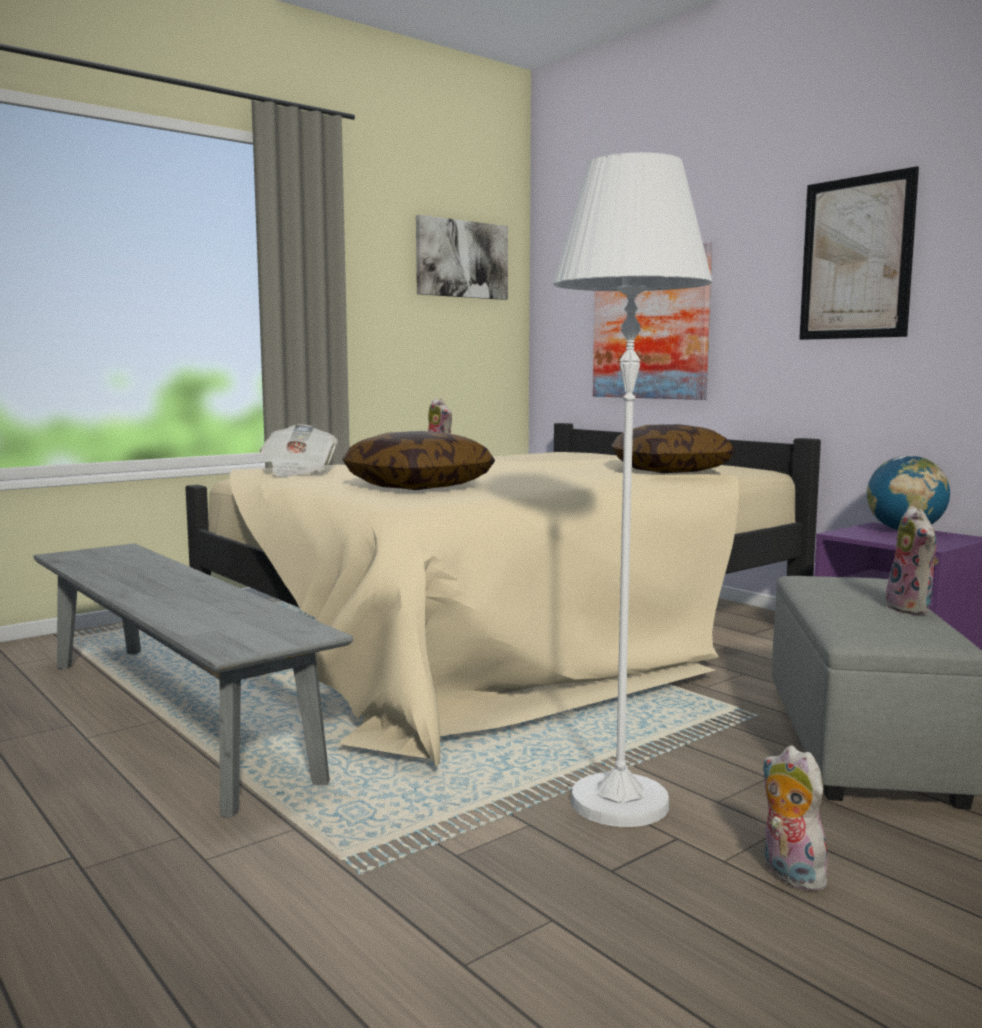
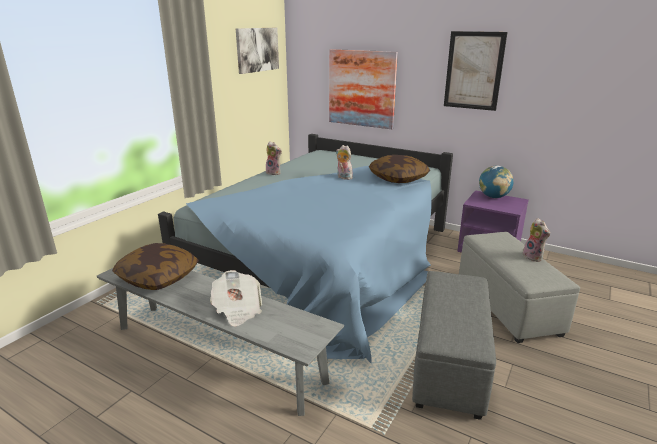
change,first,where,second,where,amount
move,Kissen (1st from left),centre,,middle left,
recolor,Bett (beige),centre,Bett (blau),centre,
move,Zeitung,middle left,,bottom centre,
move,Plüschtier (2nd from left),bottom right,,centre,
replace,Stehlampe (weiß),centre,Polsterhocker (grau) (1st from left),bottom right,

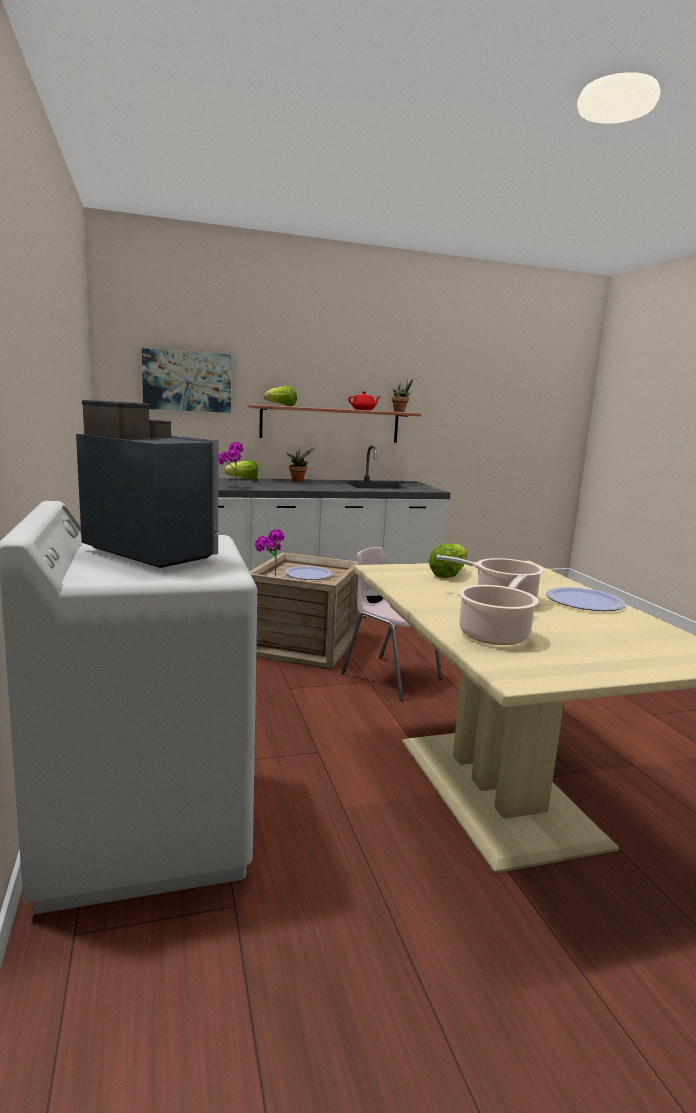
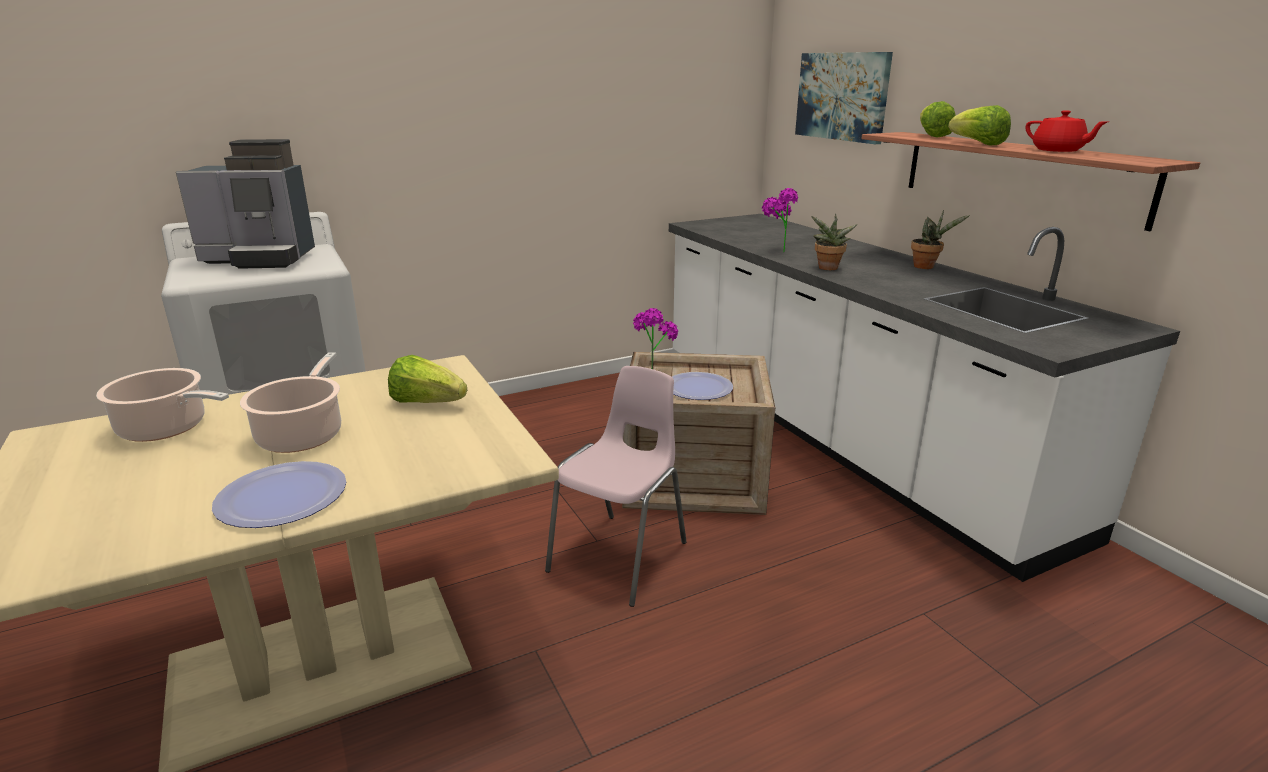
change,first,where,second,where,amount
rotate,Kaffeemaschine,middle left,,top left,60 degrees clockwise
move,Topfpflanze (4th from left in the first image),centre,Topfpflanze (3rd from left),top centre,
move,Salatkopf (1st from left in the first image),centre,Salatkopf (3rd from left),top right,

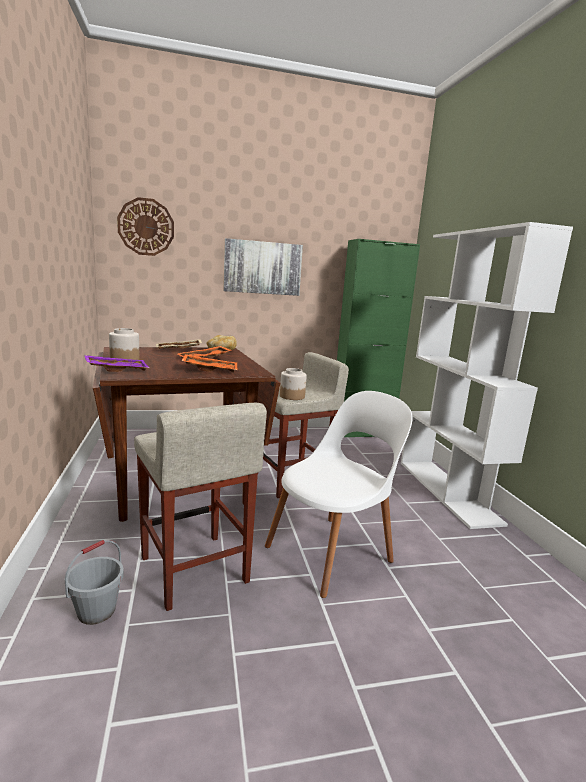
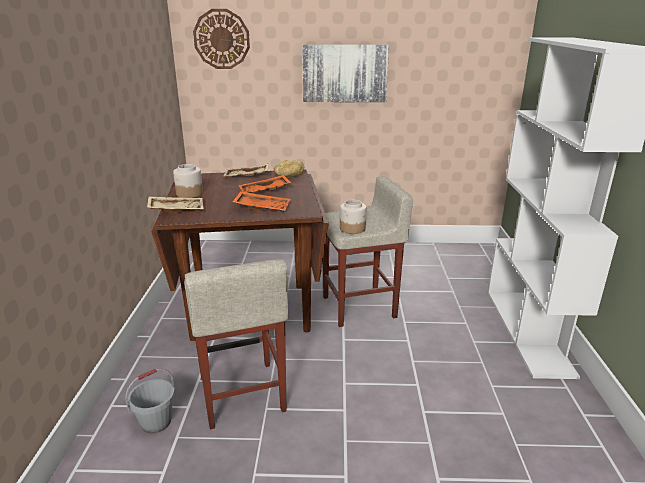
change,first,where,second,where,amount
recolor,Tablett (lila),middle left,Tablett (beige) (1st from left),middle left,
delete,Stuhl (weiß),centre,,,
delete,Schrank (grün),centre,,,

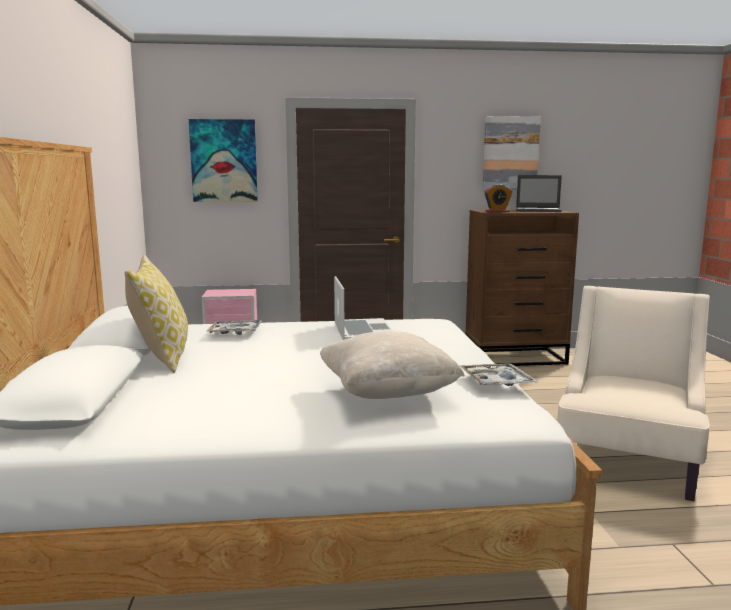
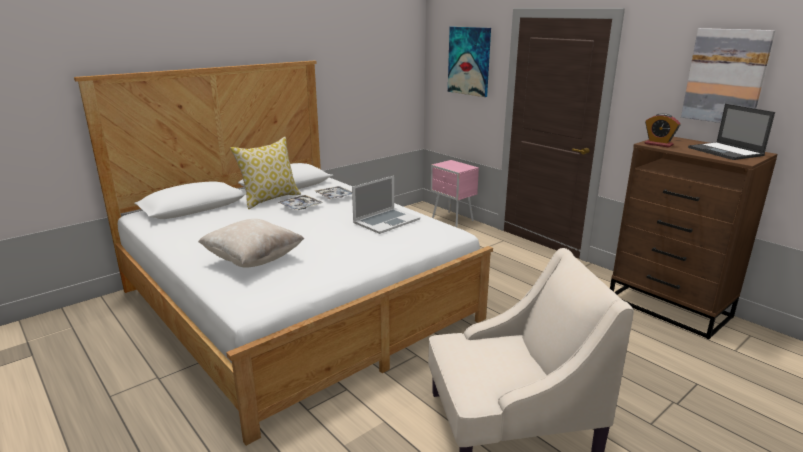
change,first,where,second,where,amount
move,Tablett (2nd from left in the first image),middle right,Tablett (1st from left),centre,

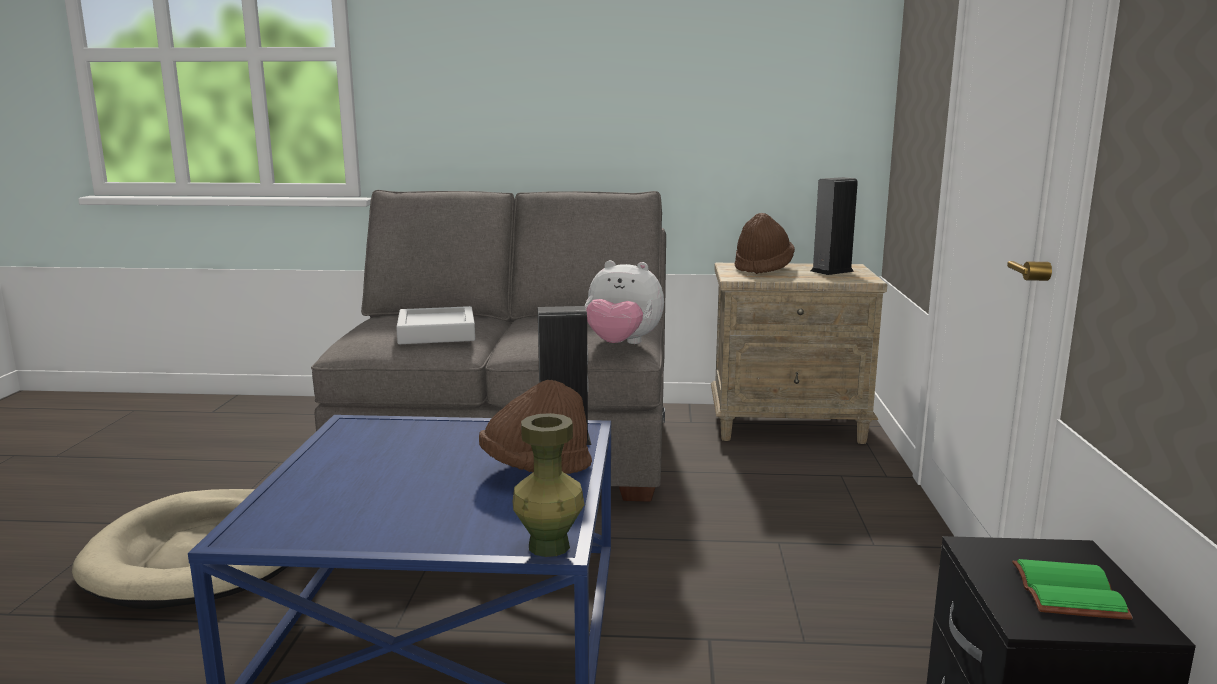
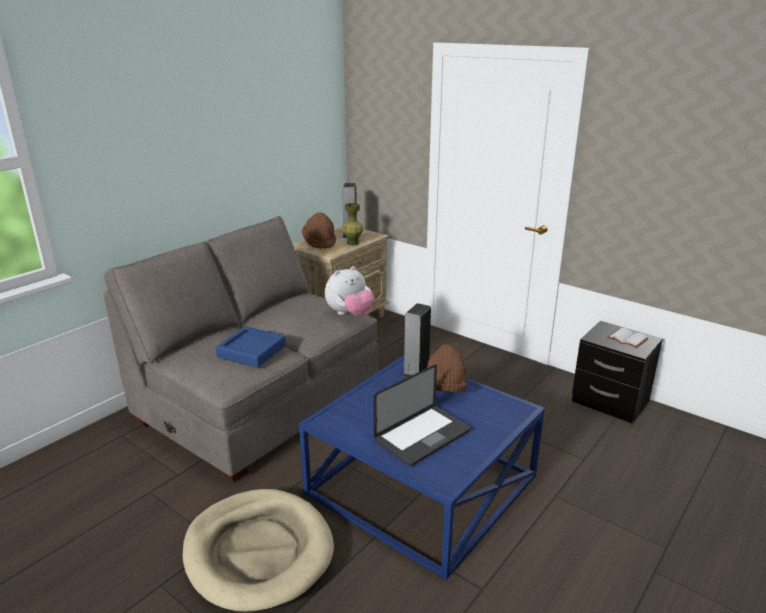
change,first,where,second,where,amount
recolor,Tablett (grau),centre,Tablett (blau),middle left,
move,Vase (grün),bottom centre,,centre,
insert,,,Laptop,bottom centre,
recolor,Buch (grün),bottom right,Buch (weiß),middle right,

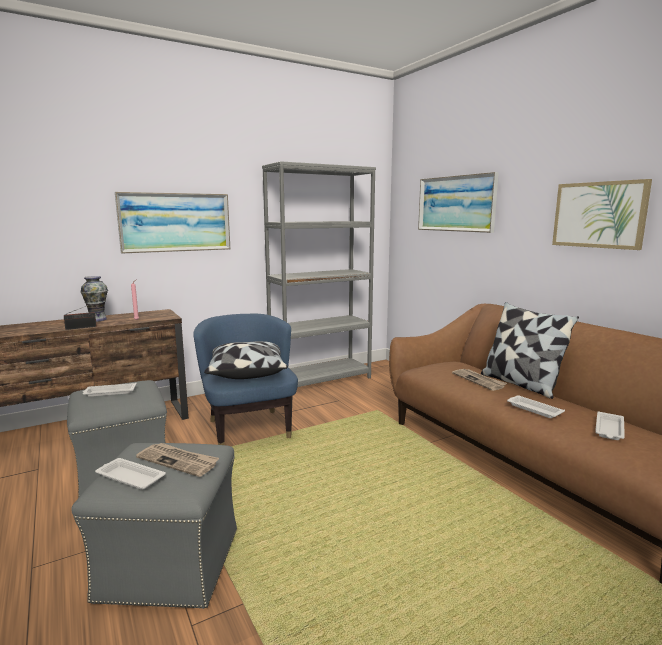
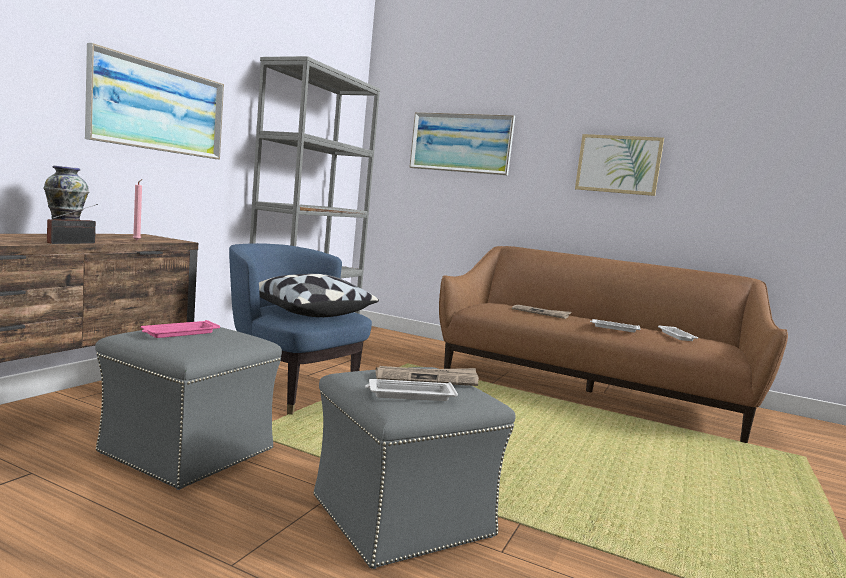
change,first,where,second,where,amount
recolor,Tablett (weiß) (1st from left),middle left,Tablett (rosa),middle left,
delete,Kissen (2nd from left),middle right,,,

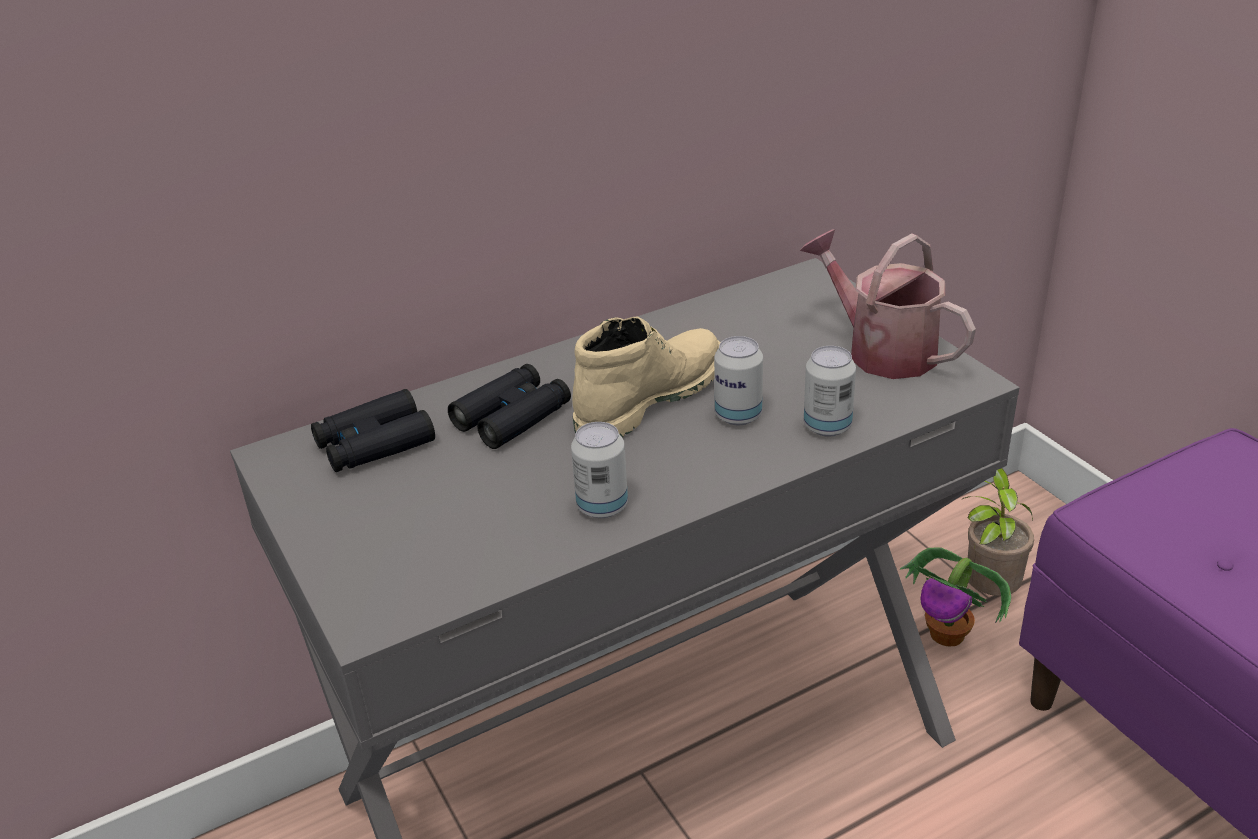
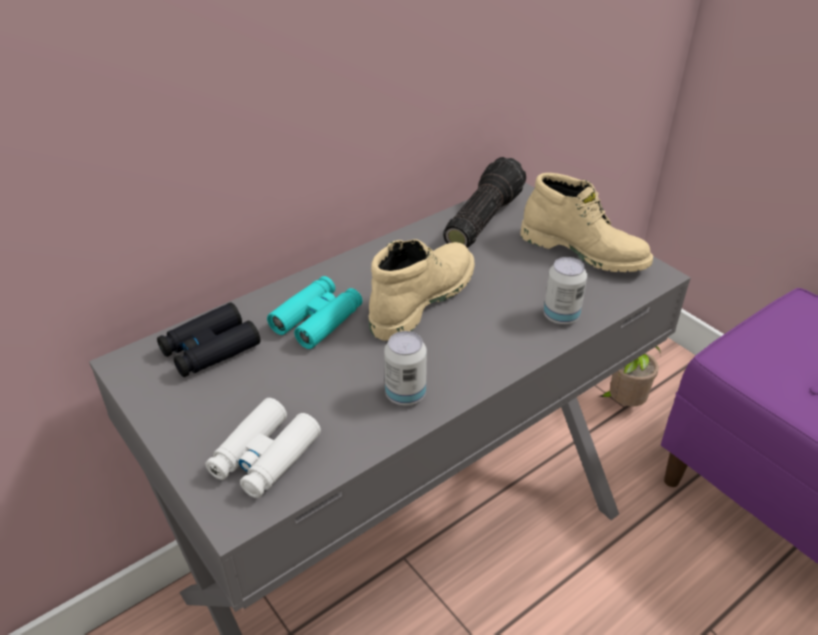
change,first,where,second,where,amount
insert,,,Fernglas (weiß),bottom left,
recolor,Fernglas (schwarz) (2nd from left),centre,Fernglas (türkis),centre,
insert,,,Taschenlampe,top centre,
replace,Gießkanne,middle right,Stiefel (beige) (2nd from left),middle right,
delete,Dose (2nd from left),centre,,,
delete,Topfpflanze (1st from left),bottom right,,,

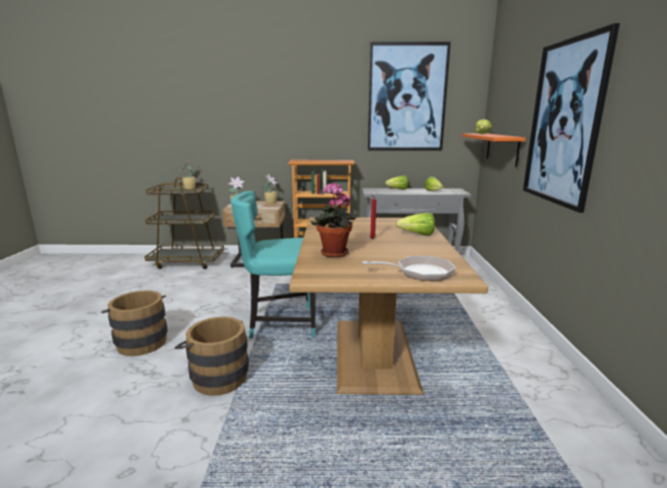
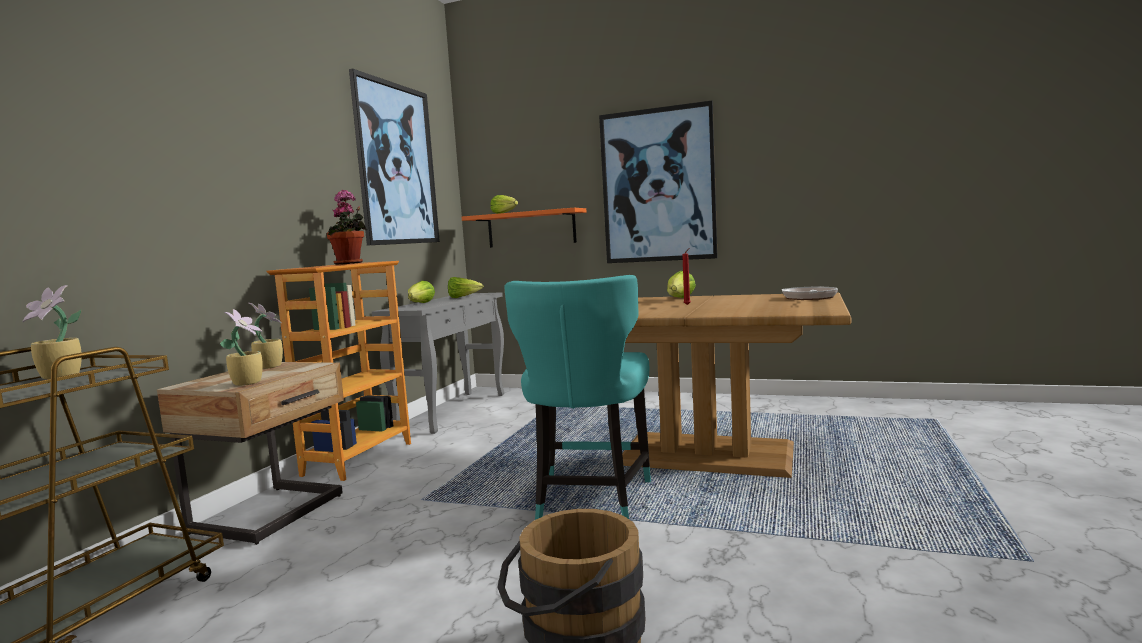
change,first,where,second,where,amount
move,Topfpflanze (4th from left),centre,,middle left,
delete,Eimer (braun) (2nd from left),bottom left,,,

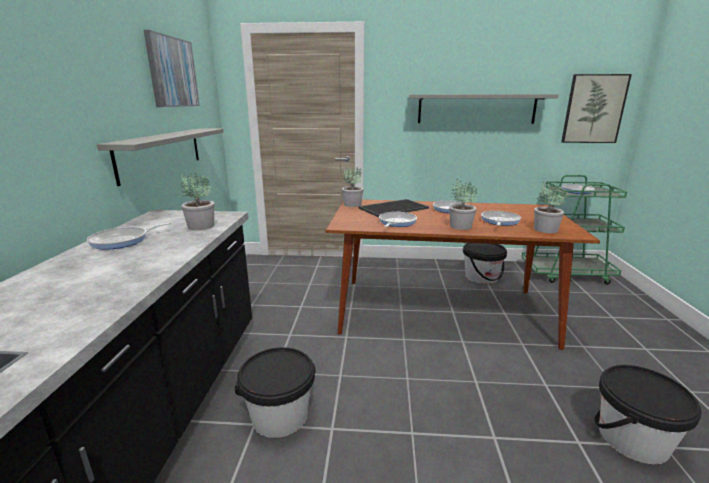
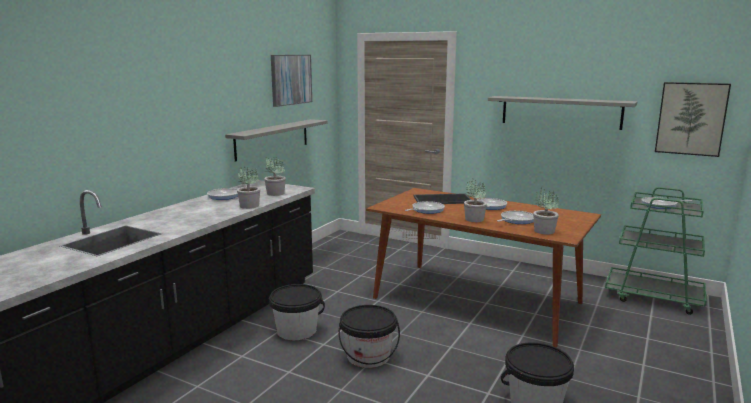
change,first,where,second,where,amount
move,Topfpflanze (2nd from left in the first image),centre,Topfpflanze (1st from left),middle left,
move,Eimer (schwarz) (2nd from left),middle right,,bottom centre,

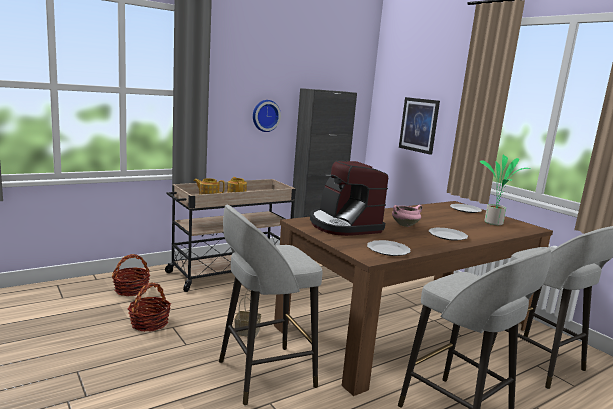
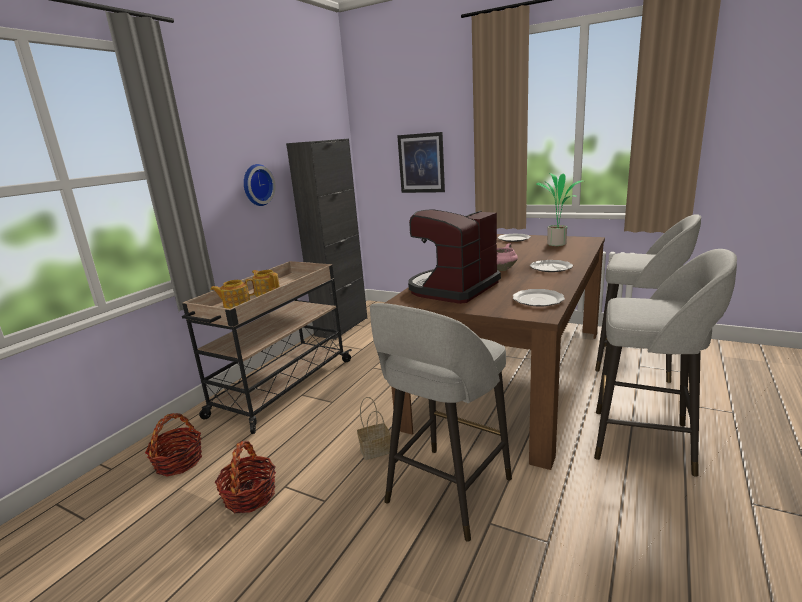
change,first,where,second,where,amount
rotate,Kaffeemaschine,centre,,centre,90 degrees clockwise

